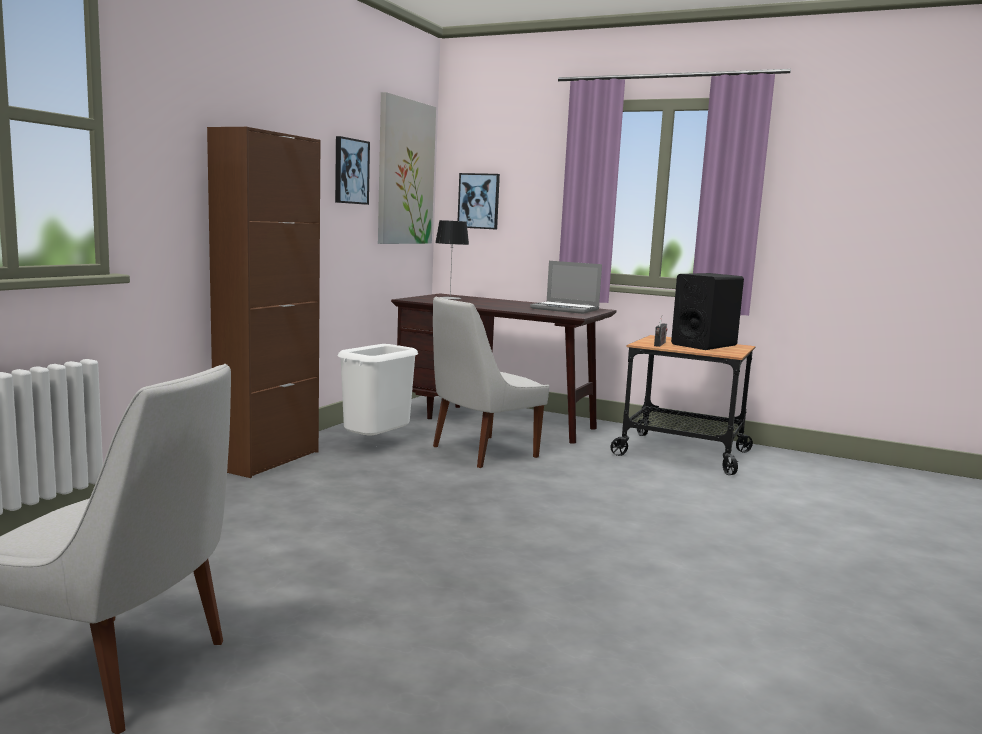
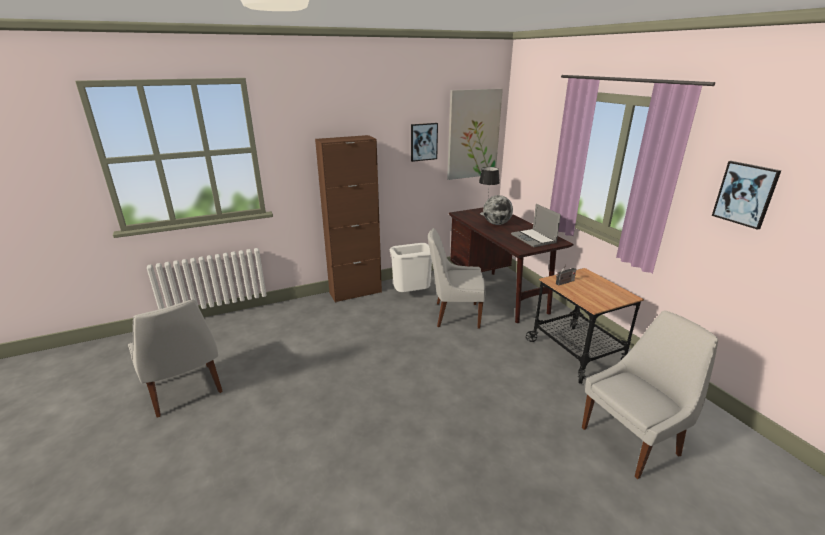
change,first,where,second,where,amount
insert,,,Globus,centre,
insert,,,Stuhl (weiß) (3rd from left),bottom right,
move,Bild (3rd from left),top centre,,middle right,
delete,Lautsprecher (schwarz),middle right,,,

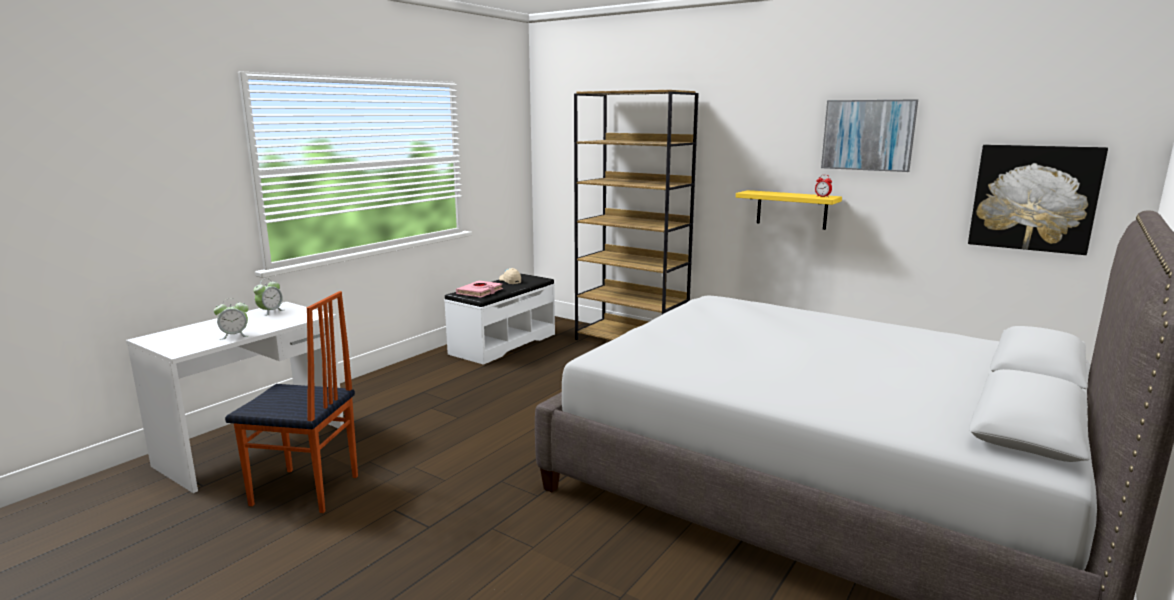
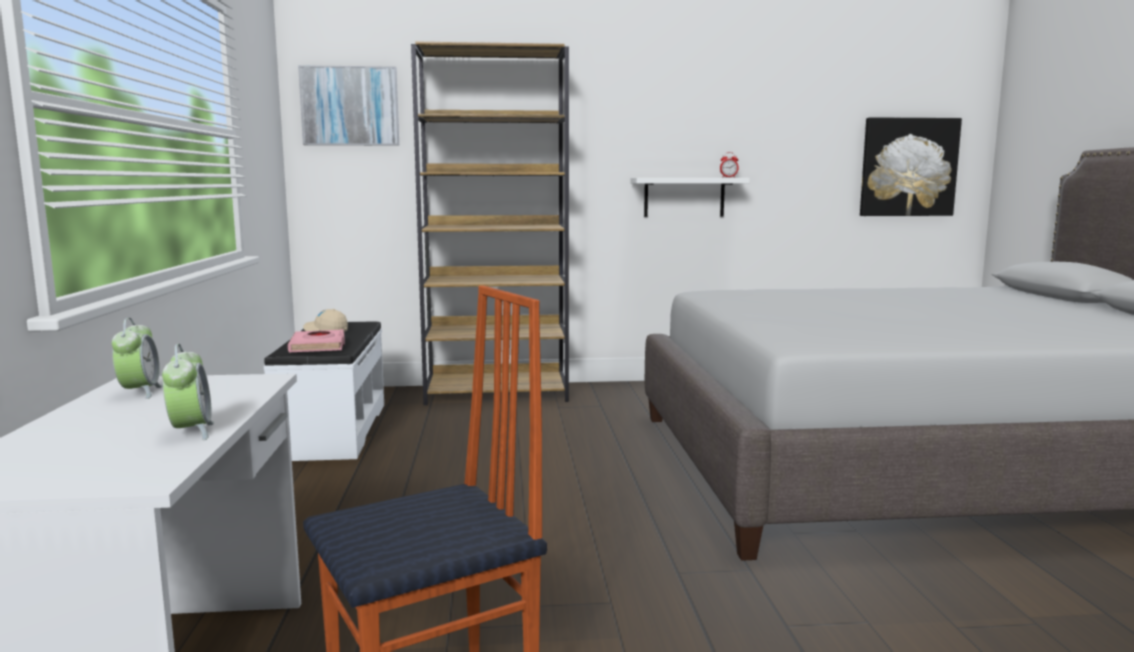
change,first,where,second,where,amount
rotate,Wecker (1st from left in the first image),middle left,Wecker (2nd from left),middle left,45 degrees counterclockwise
move,Bild (1st from left),top right,,top left,
recolor,Wandregal (gelb),middle right,Wandregal (weiß),top centre,

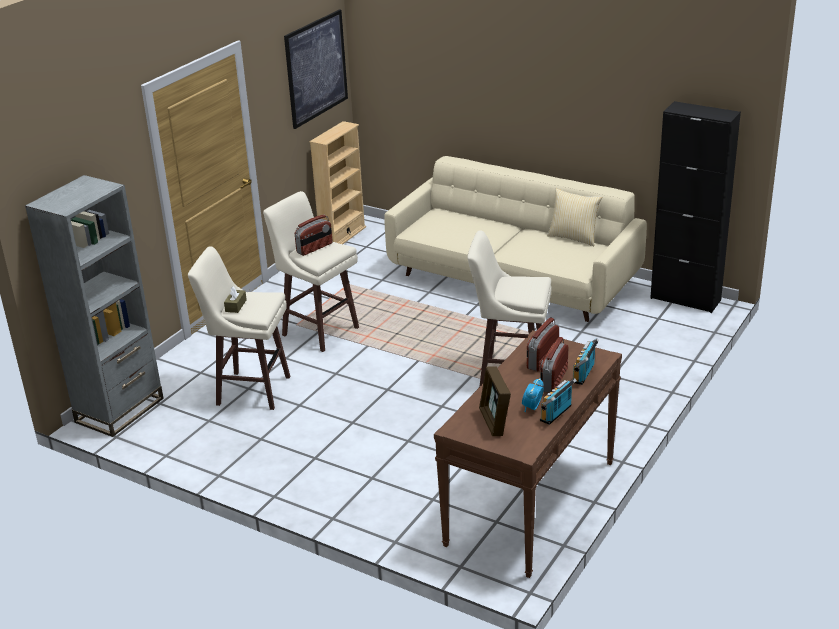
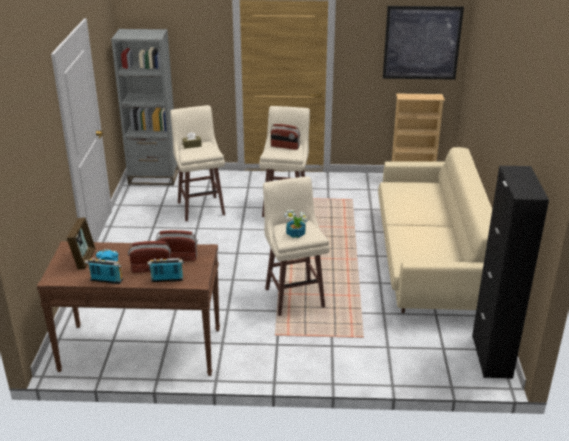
change,first,where,second,where,amount
rotate,Bilderrahmen,centre,,middle left,135 degrees clockwise
insert,,,Topfpflanze,centre,
delete,Kissen,middle right,,,

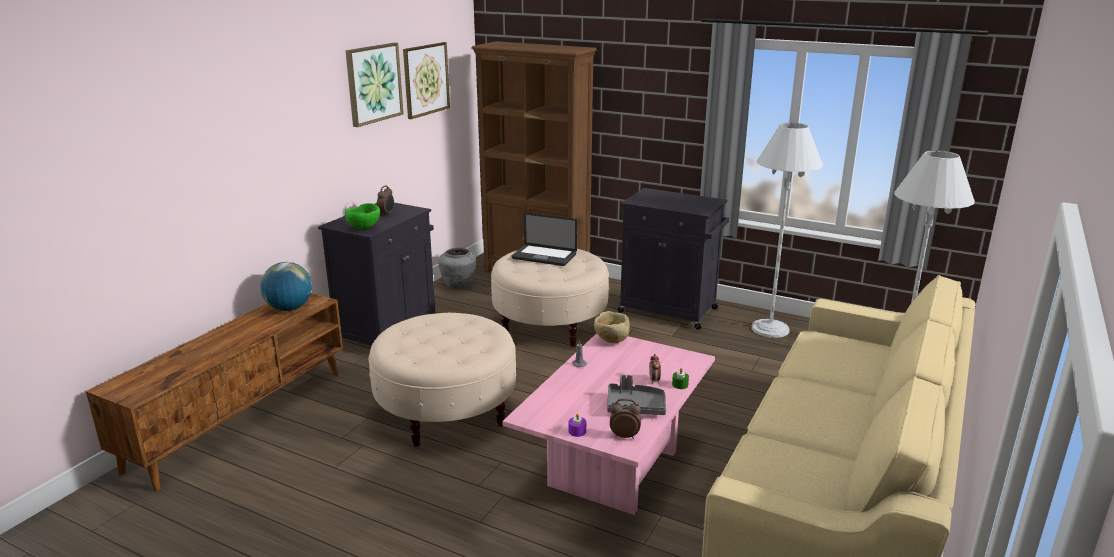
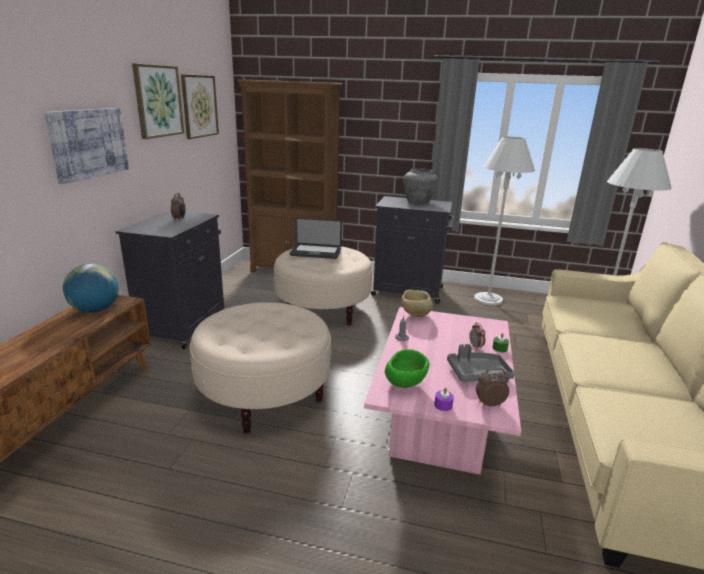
change,first,where,second,where,amount
insert,,,Bild (1st from left),top left,
move,Schüssel (grün),middle left,,centre,
move,Vase (grau),centre,,top centre,

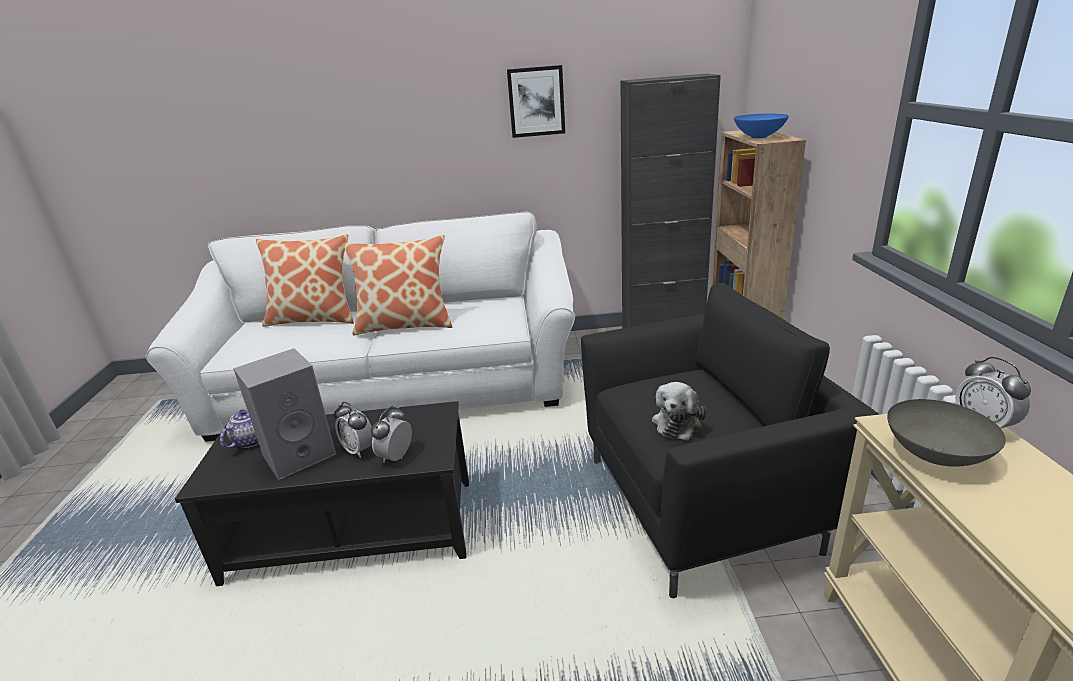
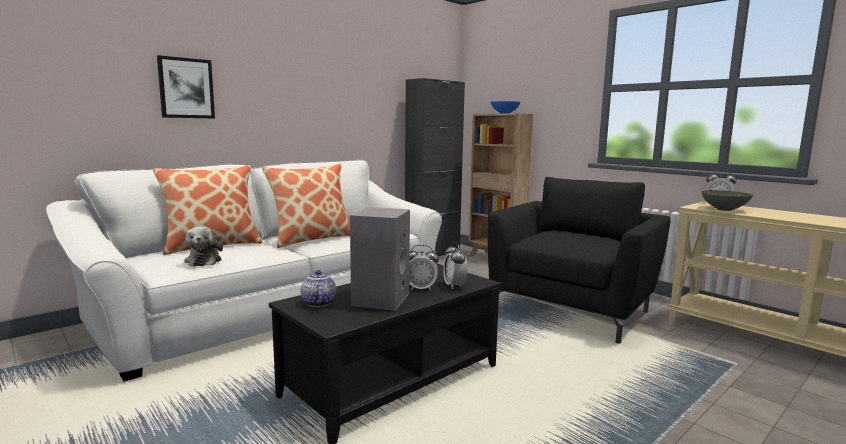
change,first,where,second,where,amount
move,Bild,top centre,,top left,
move,Plüschtier,centre,,middle left,

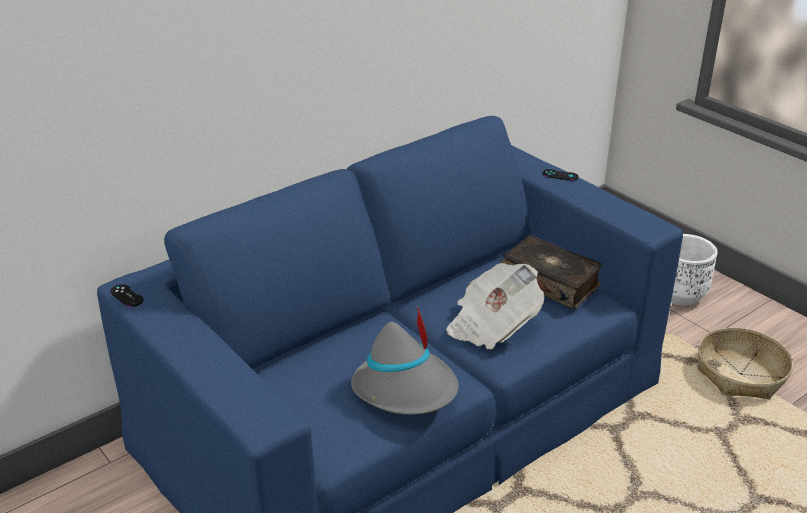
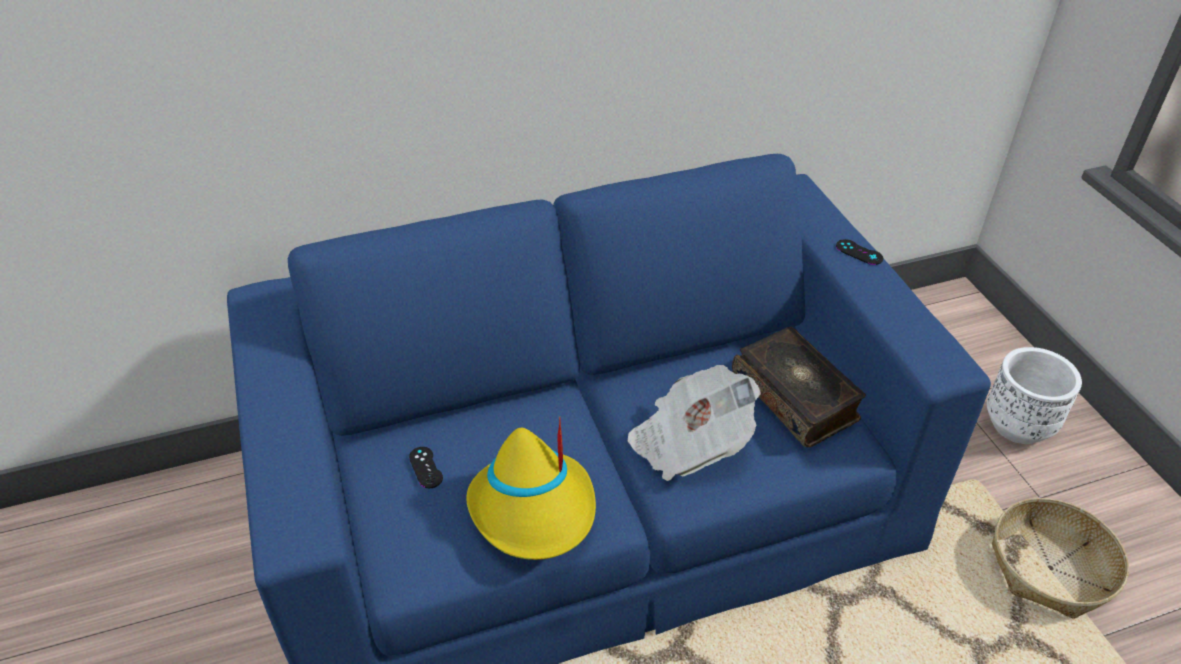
change,first,where,second,where,amount
move,Gamepad (schwarz) (1st from left),middle left,,bottom centre,
recolor,Hut (grau),bottom centre,Hut (gelb),bottom centre,

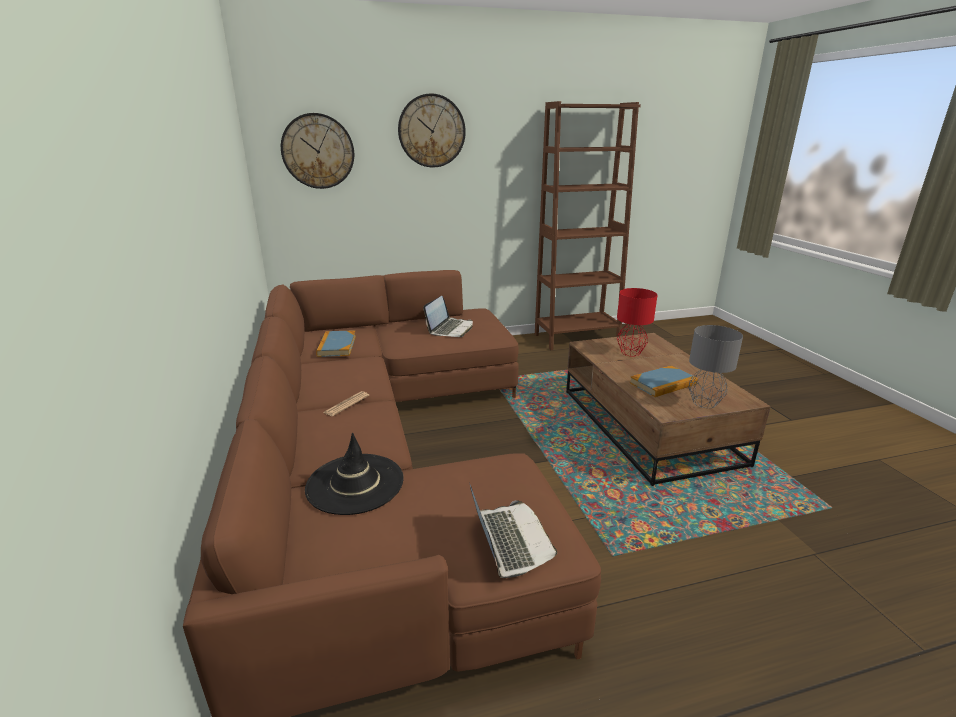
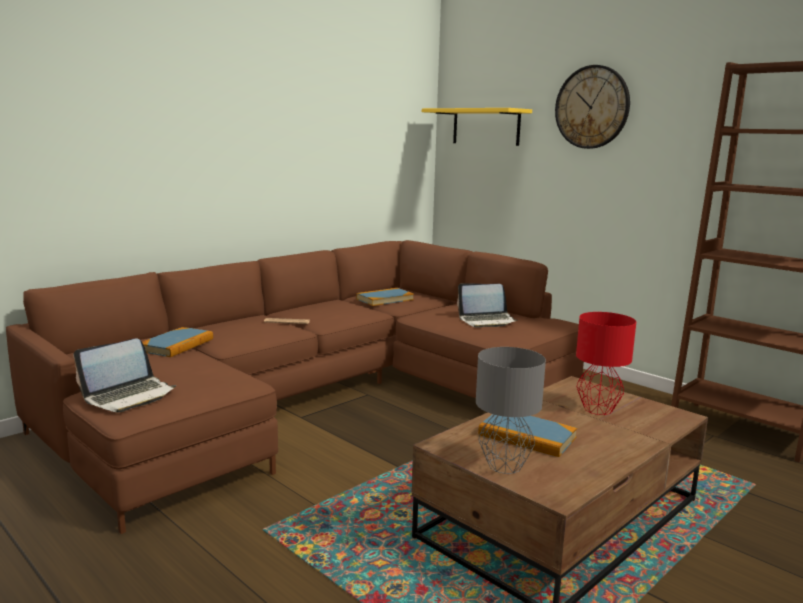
change,first,where,second,where,amount
replace,Hut (schwarz),centre,Buch (1st from left),middle left,
replace,Wanduhr (1st from left),top left,Wandregal (gelb),top centre,

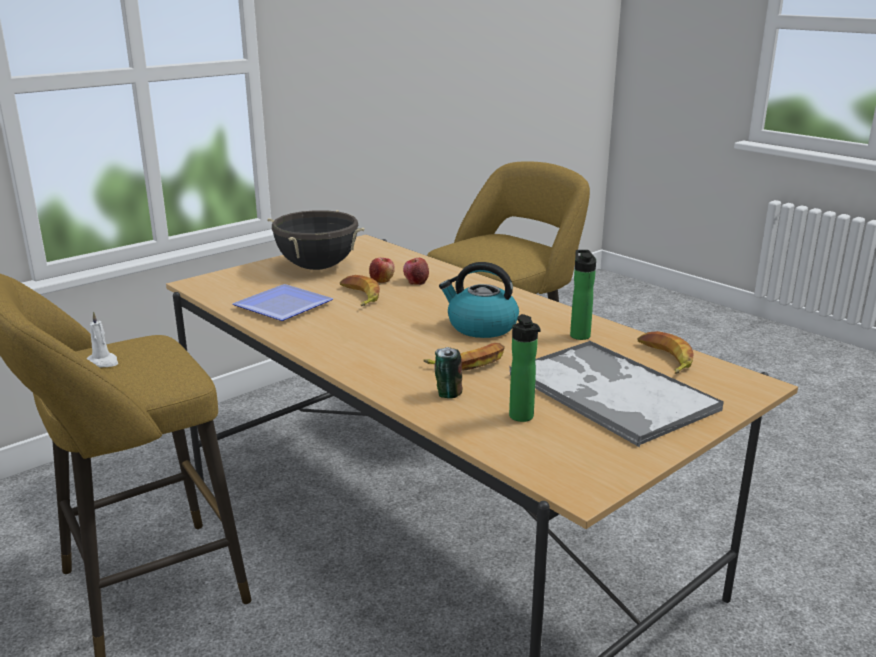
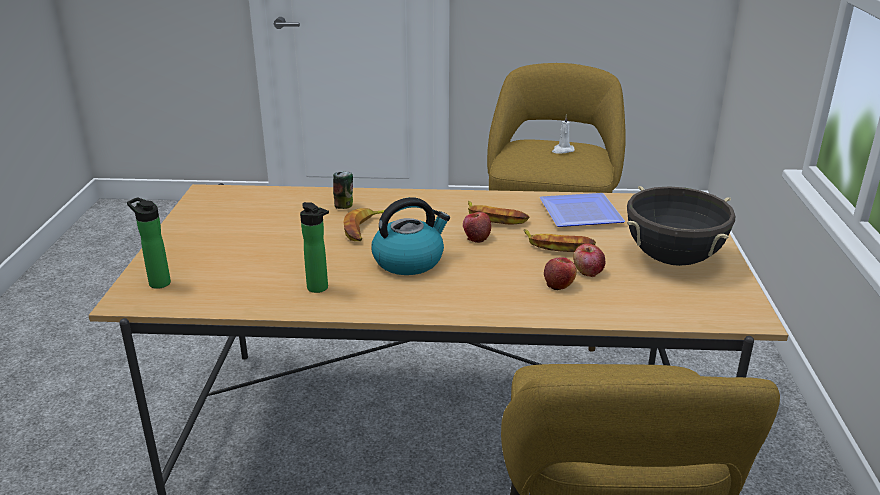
change,first,where,second,where,amount
move,Flasche (1st from left),centre,,middle left,
insert,,,Apfel (1st from left),centre,
move,Banane (3rd from left in the first image),middle right,Banane (2nd from left),centre,
delete,Tablett,middle right,,,

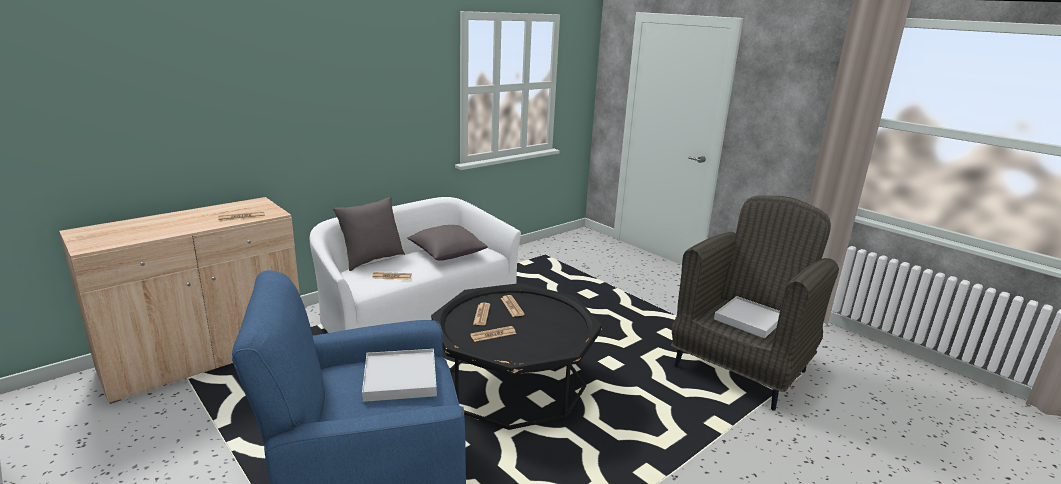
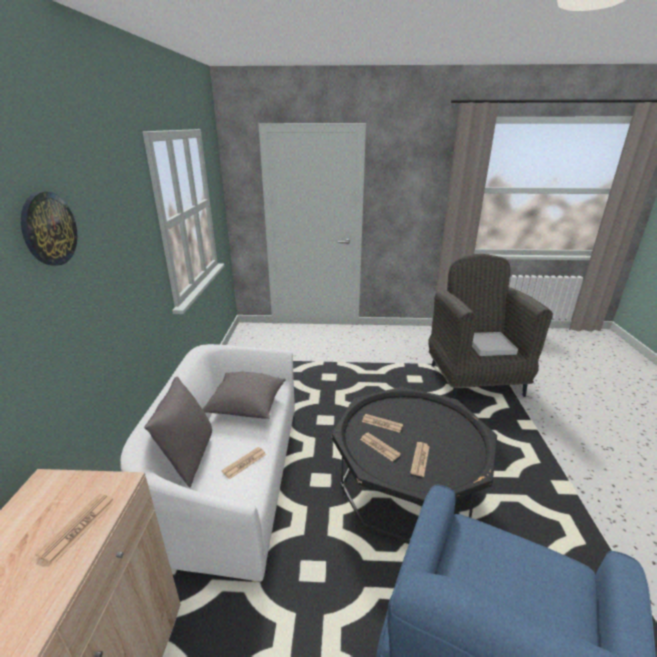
change,first,where,second,where,amount
insert,,,Wanduhr,middle left,
delete,Tablett (weiß) (1st from left),bottom centre,,,

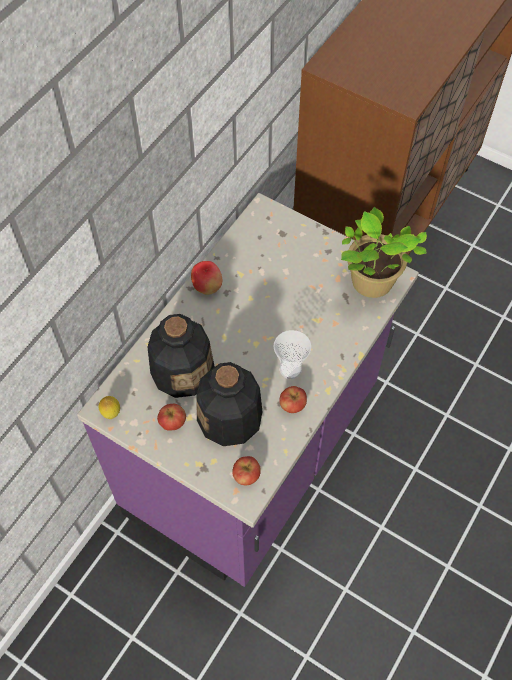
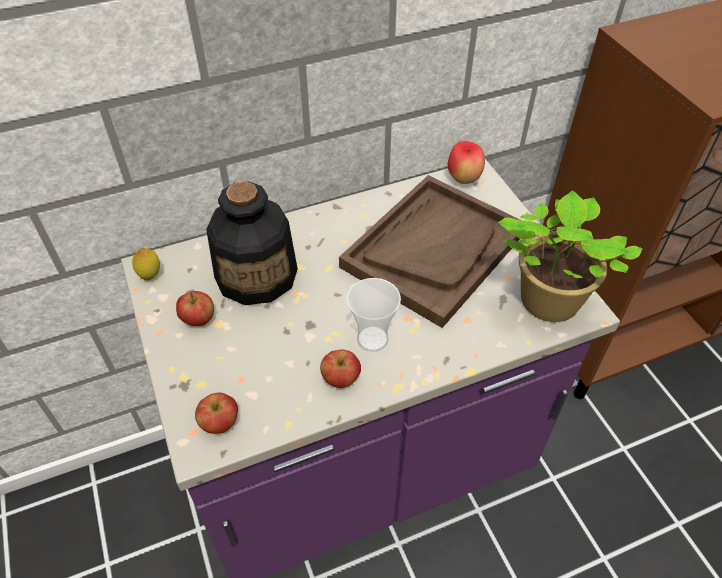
change,first,where,second,where,amount
insert,,,Tablett (braun),centre,
move,Apfel (2nd from left in the first image),centre,Apfel (4th from left),top centre,
delete,Flasche (2nd from left),centre,,,

